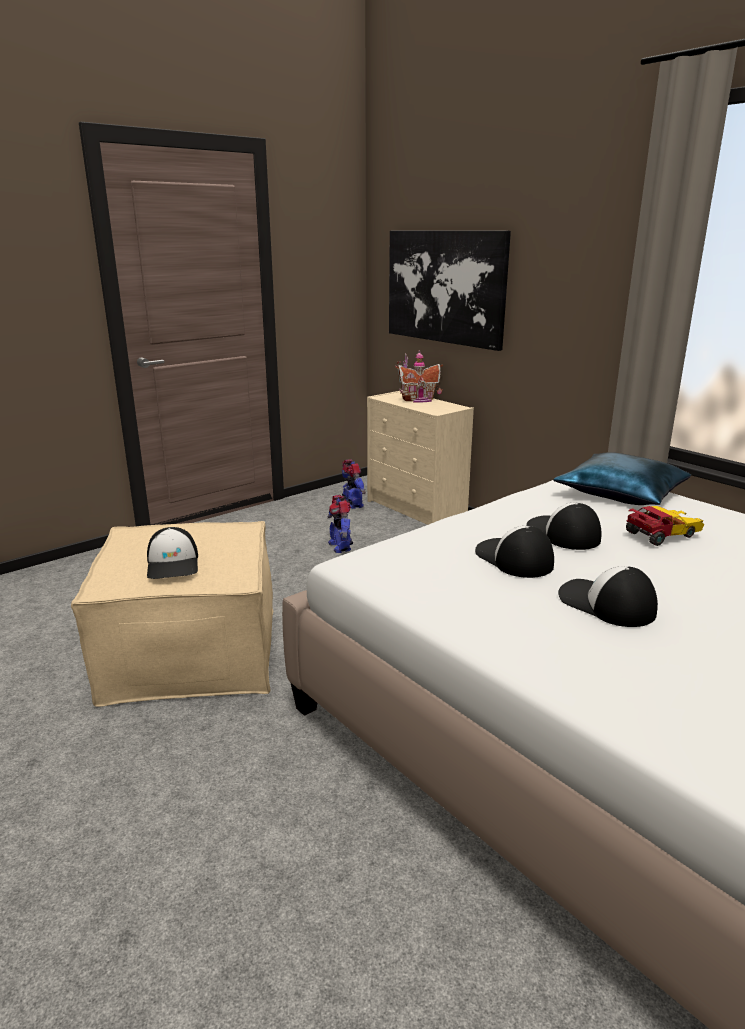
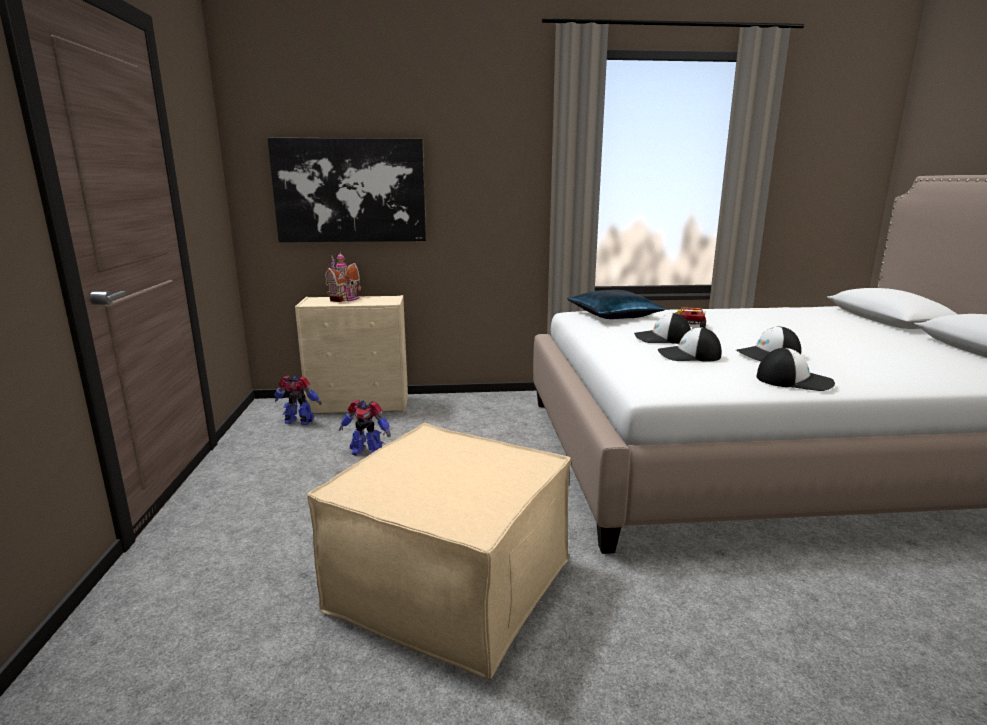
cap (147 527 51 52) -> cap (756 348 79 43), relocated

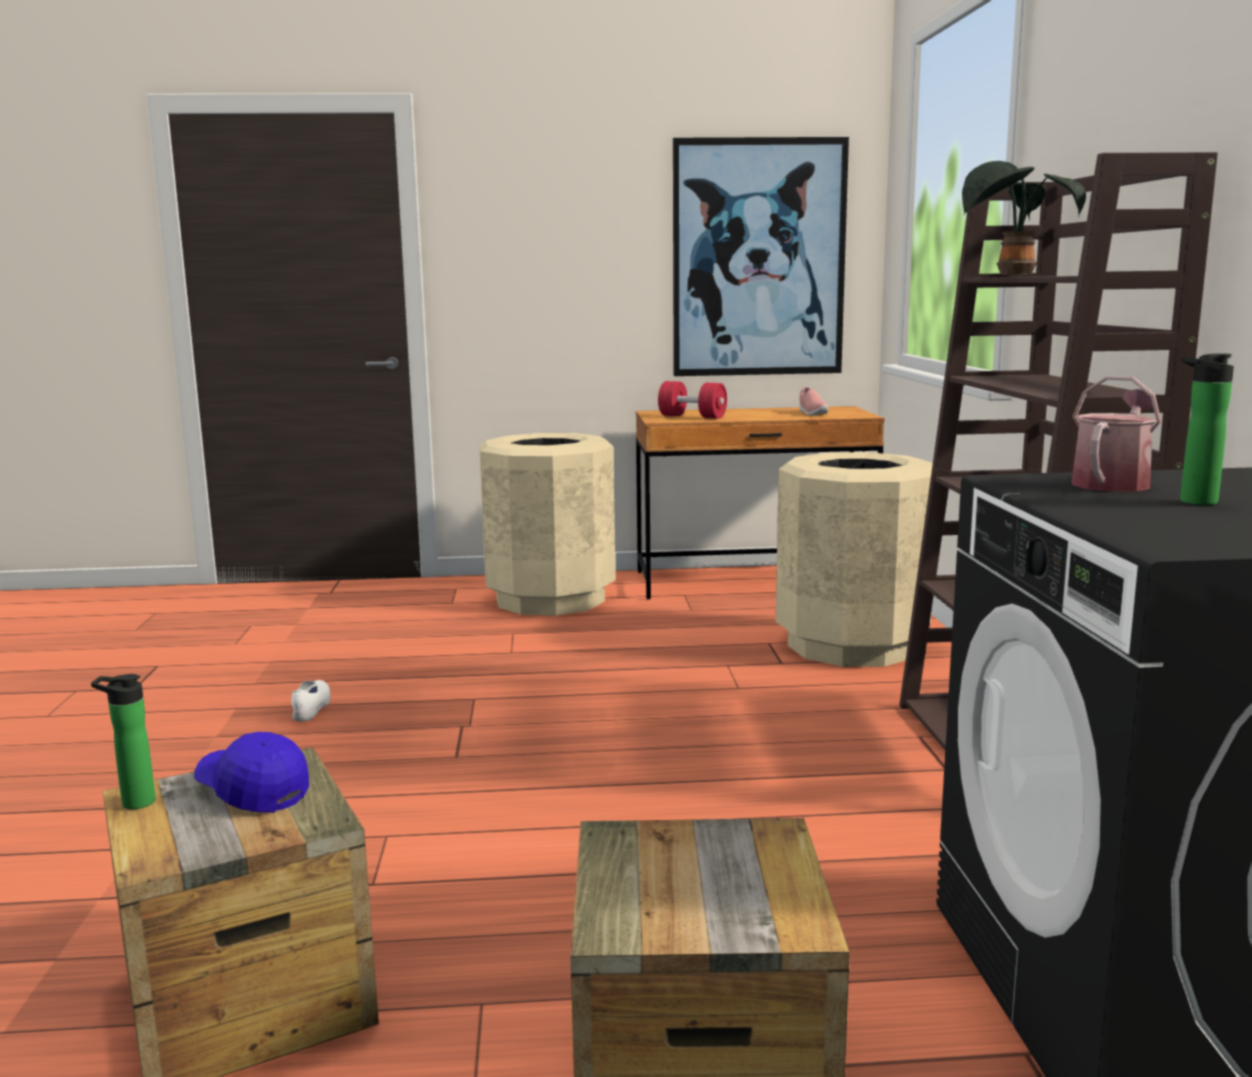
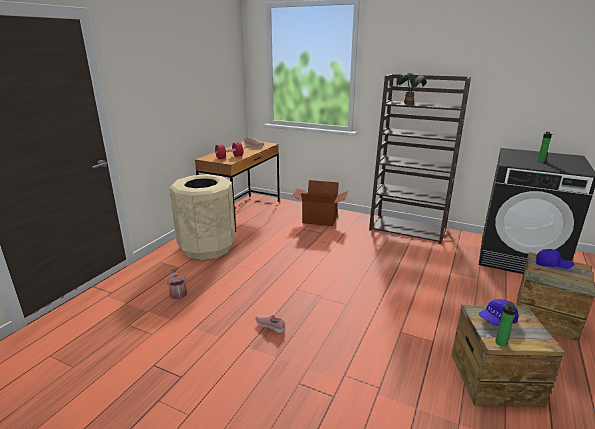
wall art (673 137 176 239) -> none
watering pot (1072 376 89 116) -> watering pot (167 268 20 31), relocated
trash can in beige-coloured (776 452 157 215) -> cardboard box (292 180 56 46)
shoe in white-coloured (292 680 39 42) -> shoe in pink (255 315 30 18)
none -> cap in bluish (536 249 38 20)

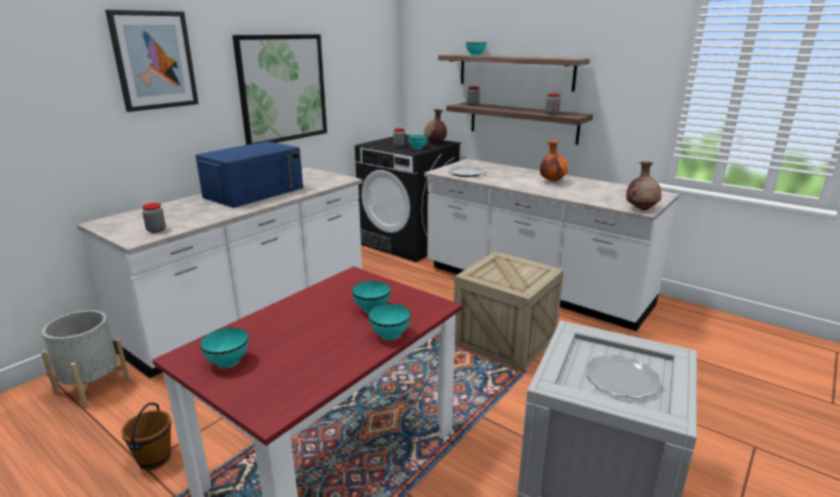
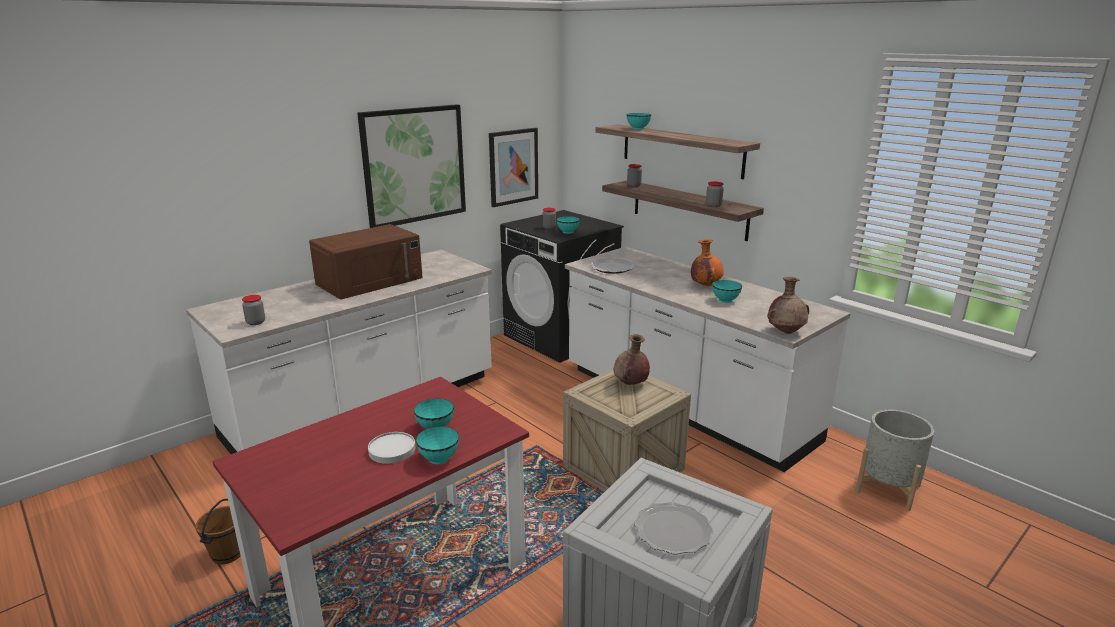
wall art (105 10 94 102) -> wall art (489 128 49 79), relocated
flower vase in brownish (424 109 23 34) -> flower vase in brownish (613 334 37 51), relocated
kitchen microwave in bluish (196 141 107 67) -> kitchen microwave in brownish (309 224 114 76)
plant pot in grey (41 310 89 98) -> plant pot in grey (855 410 79 101), relocated
serving bowl in turquoise (200 327 49 41) -> serving bowl in turquoise (712 280 30 23), relocated
none -> plate in white-coloured (368 432 47 32)

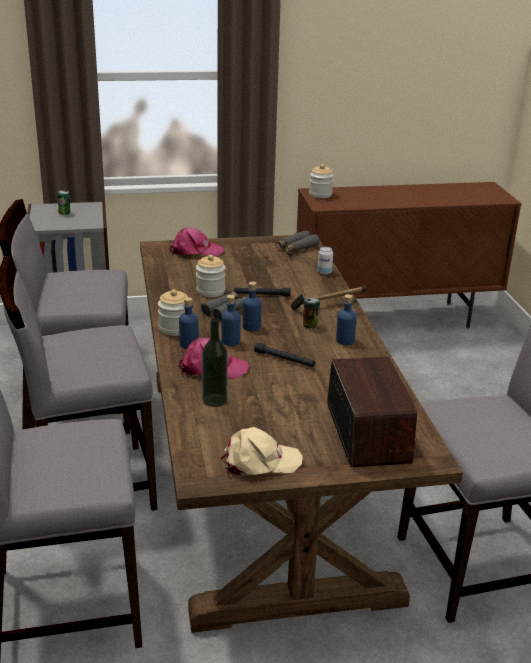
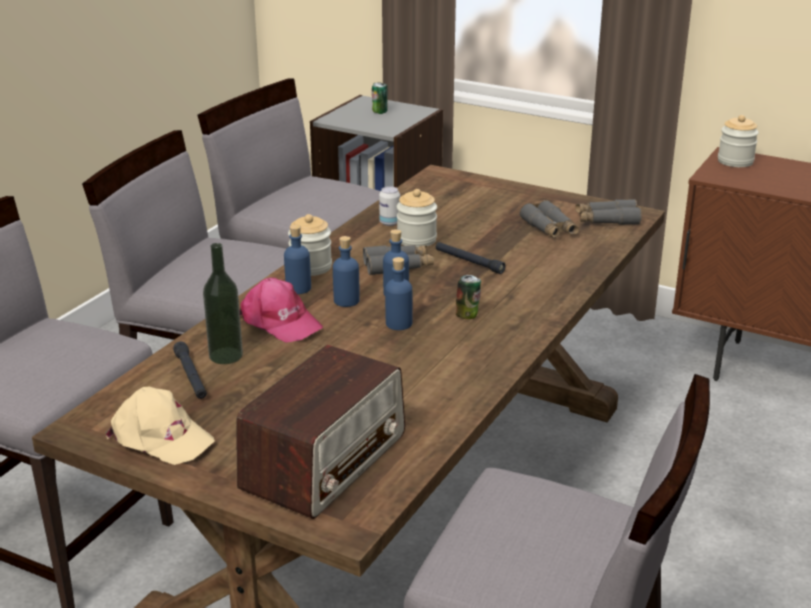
cap in pink (170 228 54 29) -> none
can (317 247 16 28) -> can (379 186 21 40), relocated
hand hammer (291 286 76 24) -> none
drink bottle in bluish (336 294 21 51) -> drink bottle in bluish (385 257 28 73), relocated
torch in black (254 343 61 24) -> torch in black (173 342 34 57), relocated
none -> field glasses in grey (520 200 59 38)

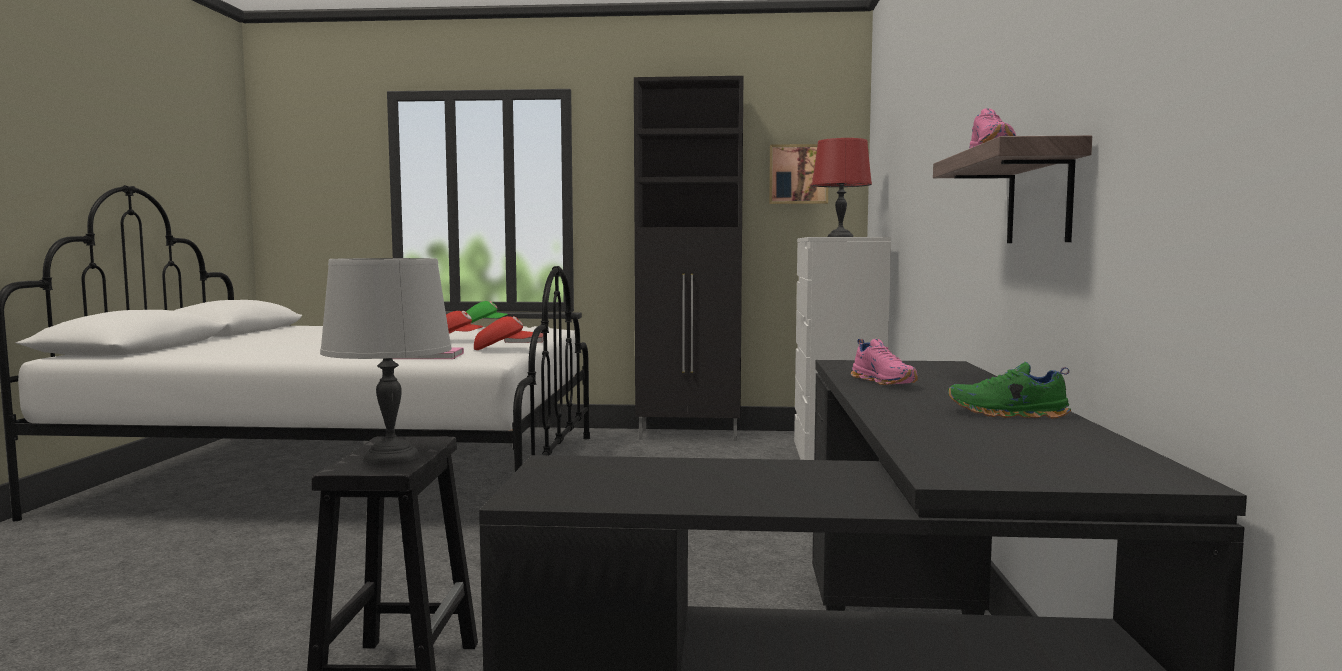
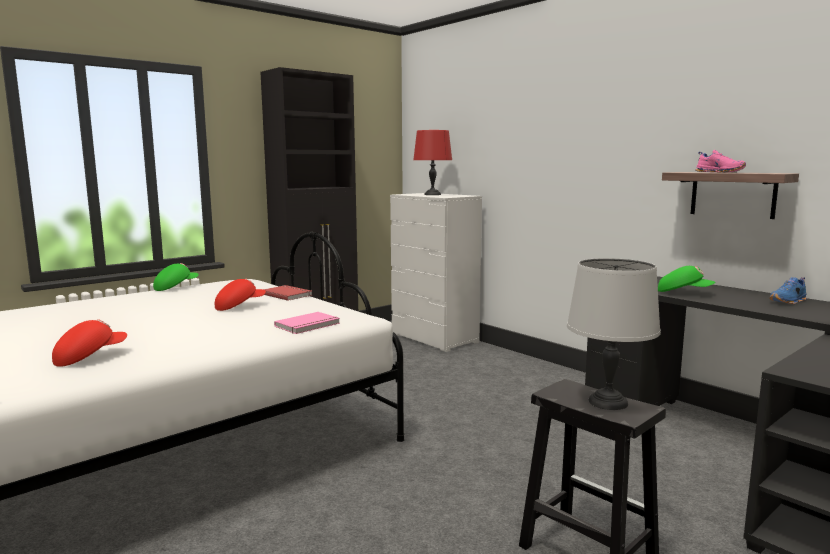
wall art (769 144 59 60) -> none
cap in reddish (474 316 59 34) -> cap in reddish (52 319 75 48), relocated
shoe in pink (851 339 67 46) -> cap in green (658 266 57 26)
shoe in green (948 362 123 56) -> shoe in bluish (769 277 38 27)

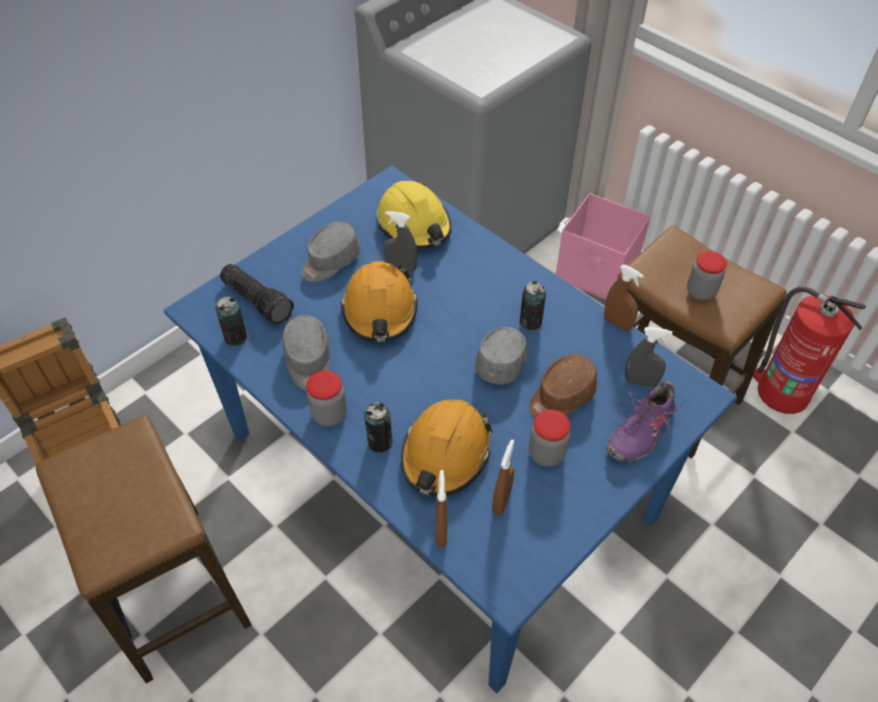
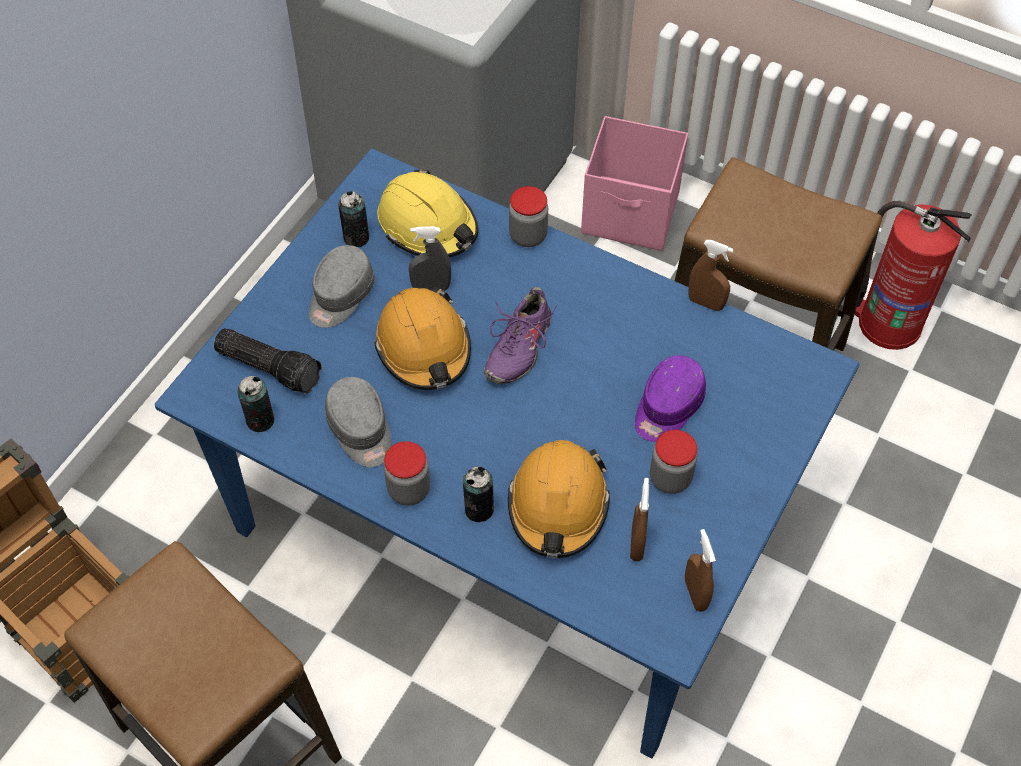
jar (687 251 40 50) -> jar (509 186 39 61), relocated
can (520 281 26 49) -> can (339 191 31 56), relocated
cap in grey (475 327 53 58) -> none
spray bottle in grey (625 327 47 60) -> none
cap in brownish (529 354 68 64) -> cap in purple-coloured (635 356 71 86)
shoe in purple-coloured (606 381 78 81) -> shoe in purple-coloured (484 287 72 97), relocated
spray bottle in brownish (435 470 12 77) -> spray bottle in brownish (685 529 31 83), relocated

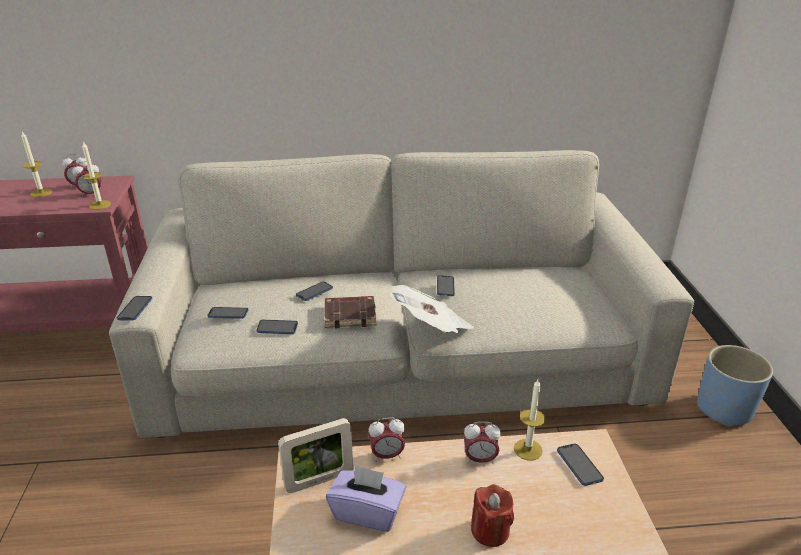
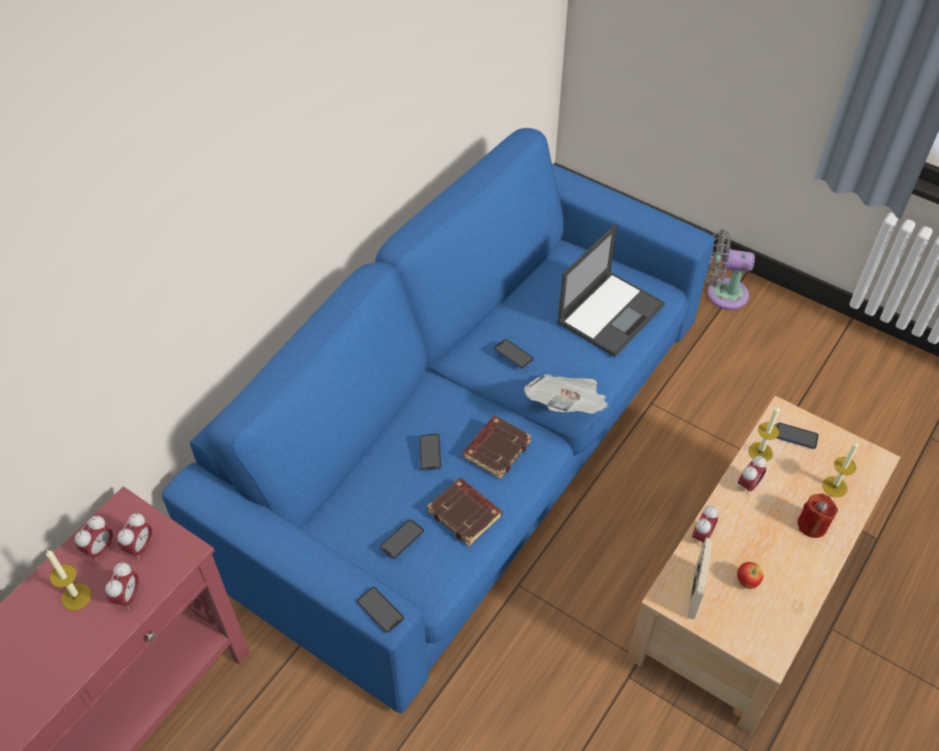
wax light (82 141 29 69) -> wax light (822 441 37 57), relocated
sofa in beige-coloured (109 150 585 288) -> sofa in bluish (162 128 552 585)
handset (256 320 42 14) -> volume in brownish (427 478 75 68)
plant pot in bluish (697 345 76 82) -> fan in grey (706 229 49 81)
box of tissues in purple-coloured (326 465 80 67) -> whole apple (737 562 26 27)
none -> portable computer (557 224 108 133)
none -> alarm clock (105 562 34 48)

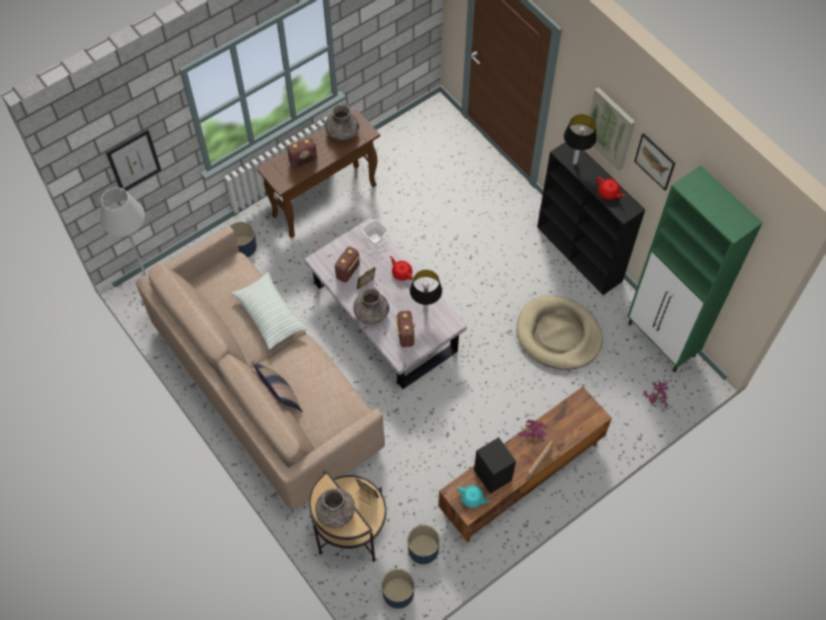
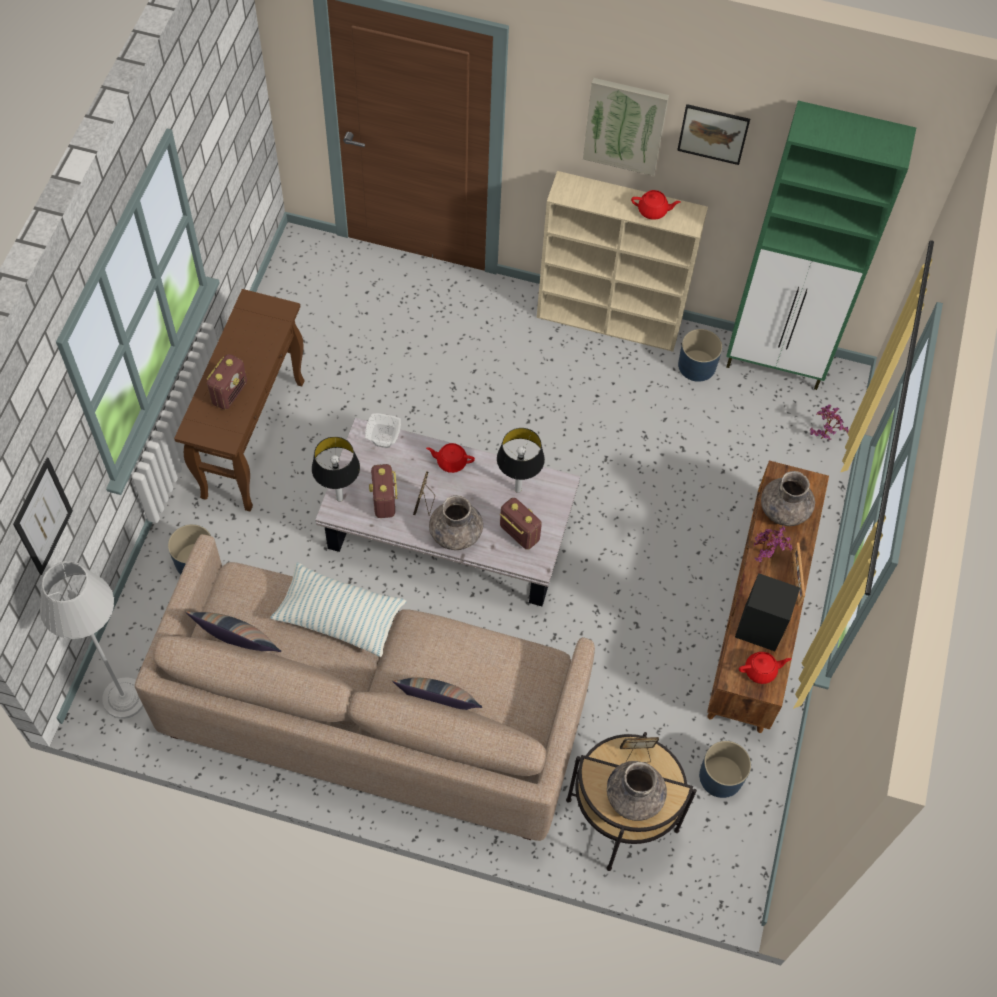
flower vase in grey (325 104 34 37) -> flower vase in grey (761 471 54 55), relocated
table lamp (564 114 33 51) -> table lamp (312 437 48 65), relocated
bookcase in black (537 142 108 153) -> bookcase in beige-coloured (537 171 171 181)
dog bed in beige-coloured (516 295 87 75) -> none
tea pot in turquoise (457 485 34 23) -> tea pot in reddish (739 652 52 32)
plant pot in bluish (382 569 33 40) -> plant pot in bluish (678 329 44 53), relocated
none -> cushion (186 611 95 41)

